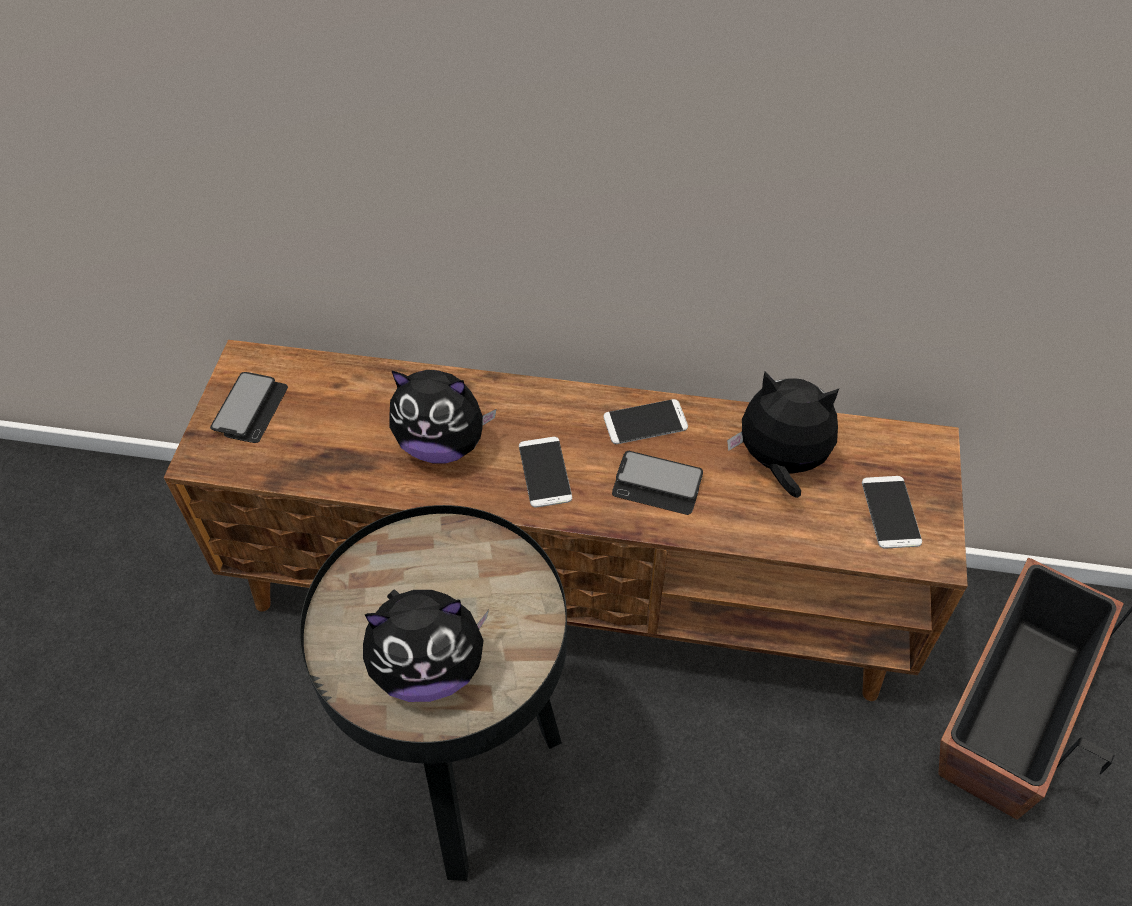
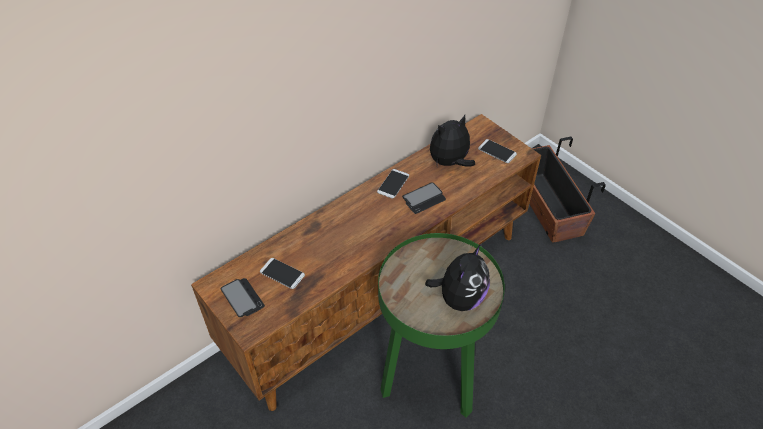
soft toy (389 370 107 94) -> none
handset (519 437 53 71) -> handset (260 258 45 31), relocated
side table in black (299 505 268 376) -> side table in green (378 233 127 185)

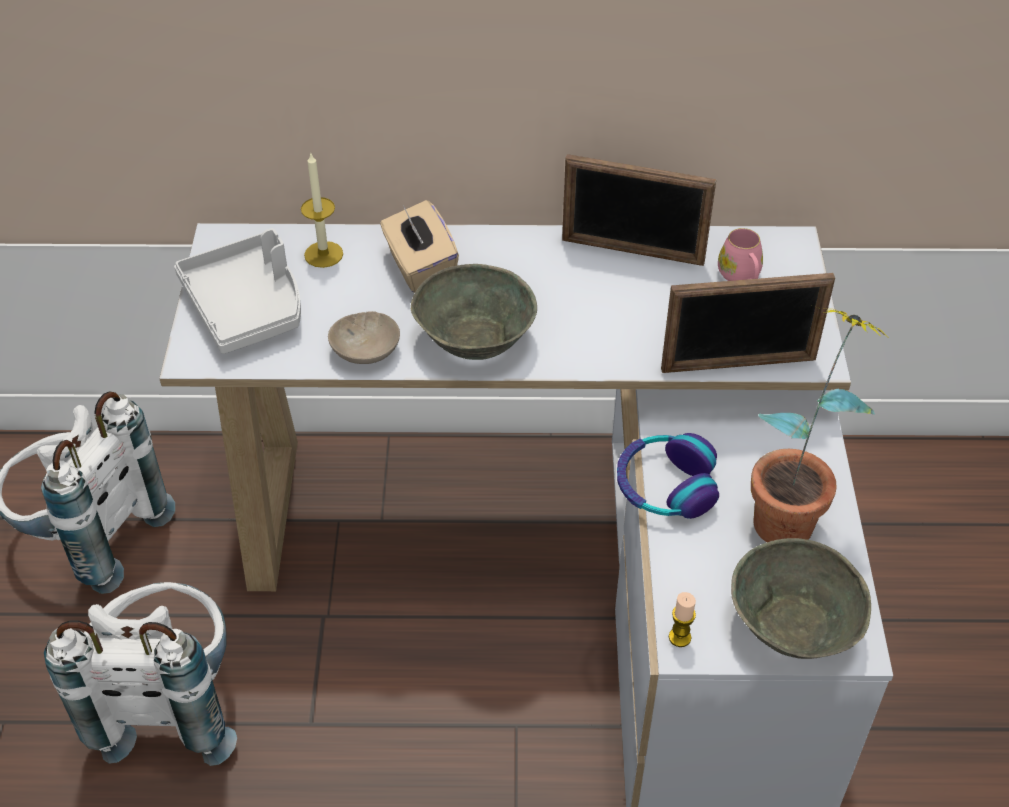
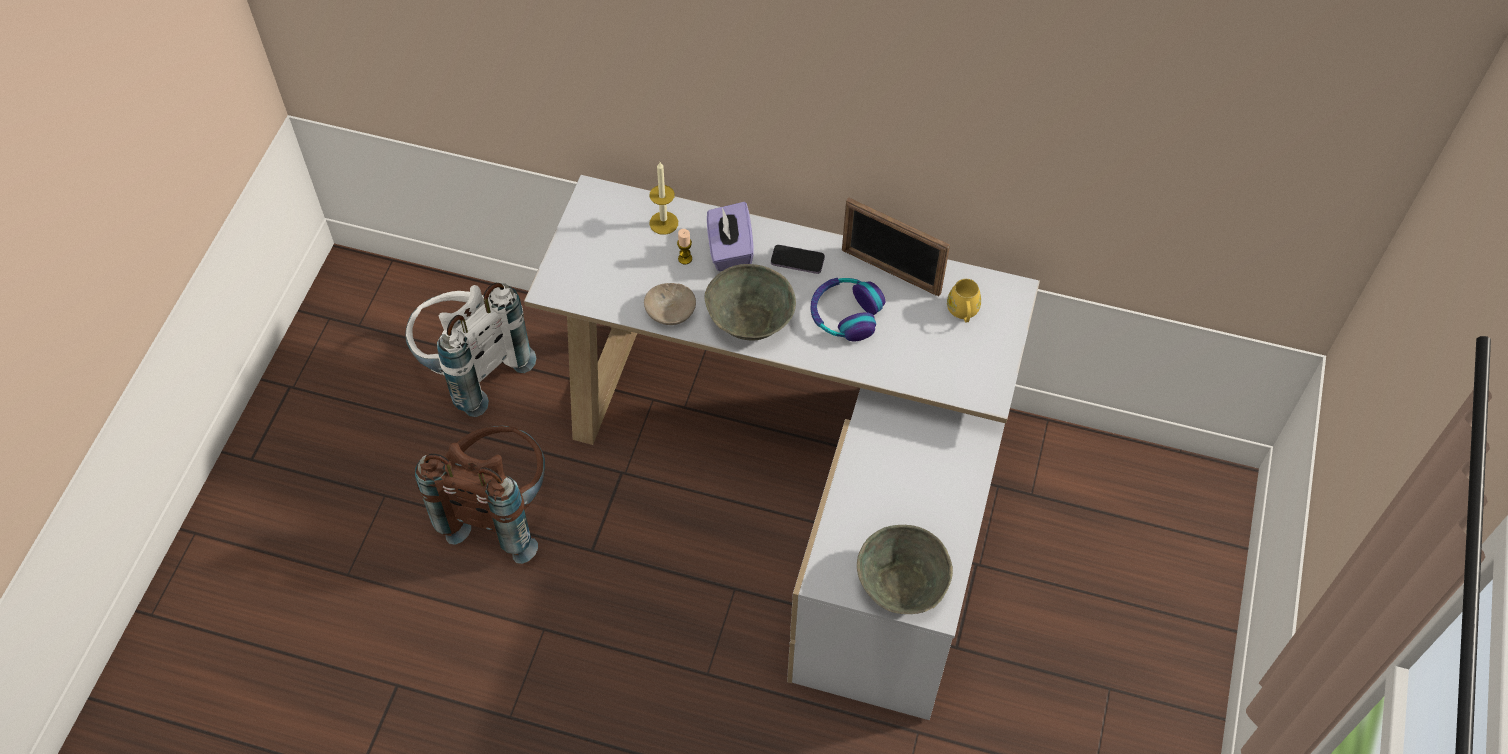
box of tissues in beige-coloured (380 200 79 93) -> box of tissues in purple-coloured (707 202 46 69)
tray in grey (174 228 127 126) -> none
mug in pink (718 228 45 53) -> mug in yellowish (947 279 34 43)
picture frame (661 273 174 100) -> none
plant in a pot (751 308 141 234) -> none
headset (617 433 102 86) -> headset (811 278 74 63), relocated
rucksack in white-coloured (44 582 193 184) -> rucksack in brownish (415 426 130 138)
wax light (669 592 27 55) -> wax light (677 229 15 36), relocated
none -> handset (771 245 54 29)

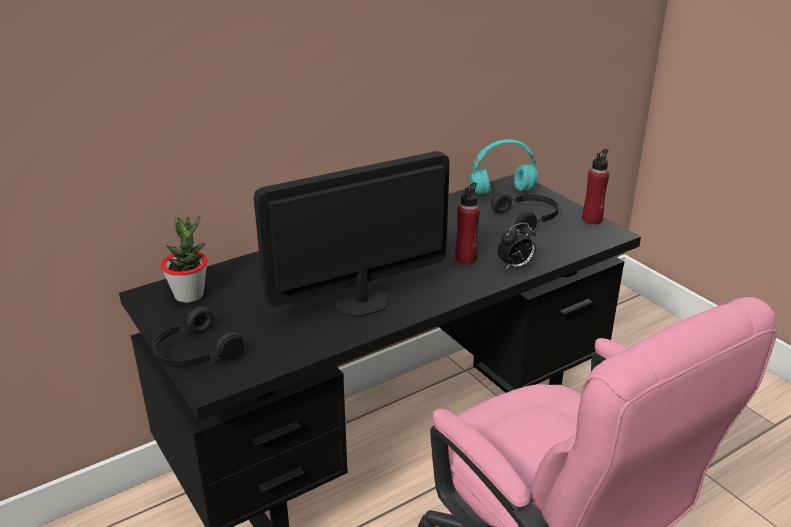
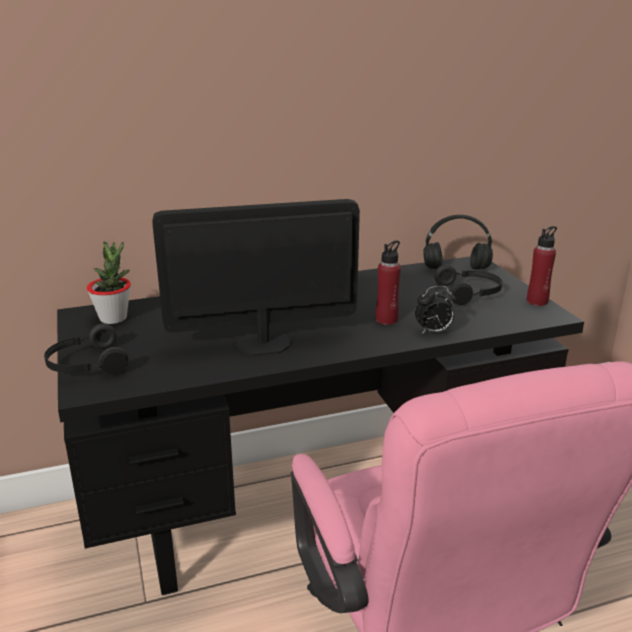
headset in turquoise (470 139 68 56) -> headset in black (423 215 70 55)

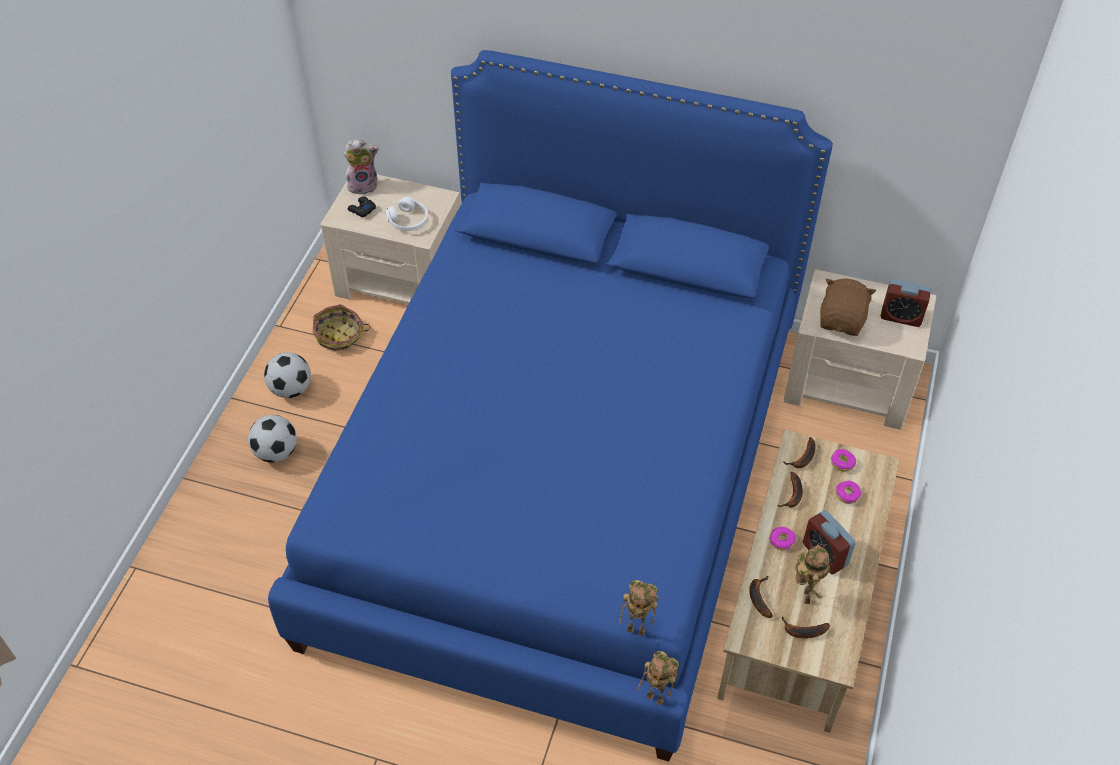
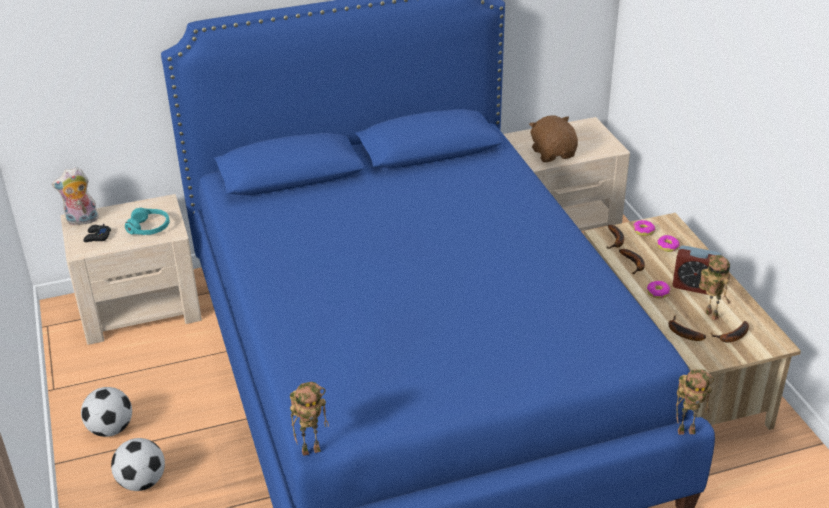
soft toy (344 139 35 56) -> soft toy (52 167 47 59), 150 degrees counterclockwise
headset in white-coloured (385 197 43 34) -> headset in turquoise (125 208 45 27)
alarm clock (881 280 50 47) -> none
household basket (313 304 58 47) -> none
robot figure (619 580 40 56) -> robot figure (290 382 39 74), relocated

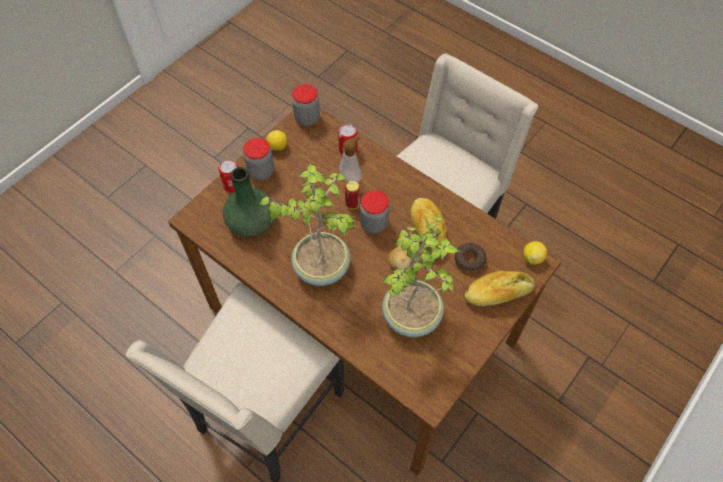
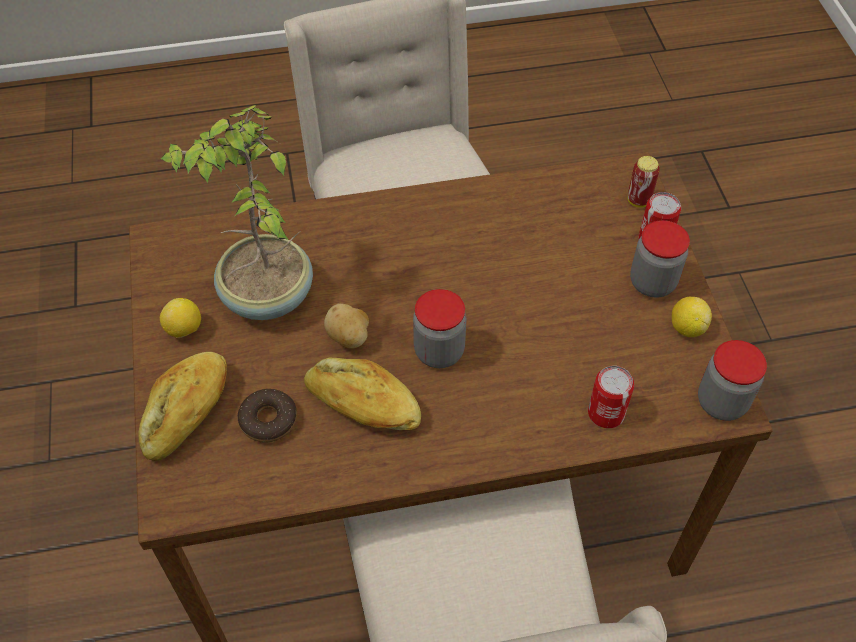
soap dispenser (339 135 22 48) -> none
plant in a pot (259 164 97 122) -> none
flower vase in green (223 167 51 70) -> none
can (345 181 16 28) -> can (627 156 33 52), relocated
whole lemon (523 241 24 24) -> whole lemon (160 298 41 40), relocated

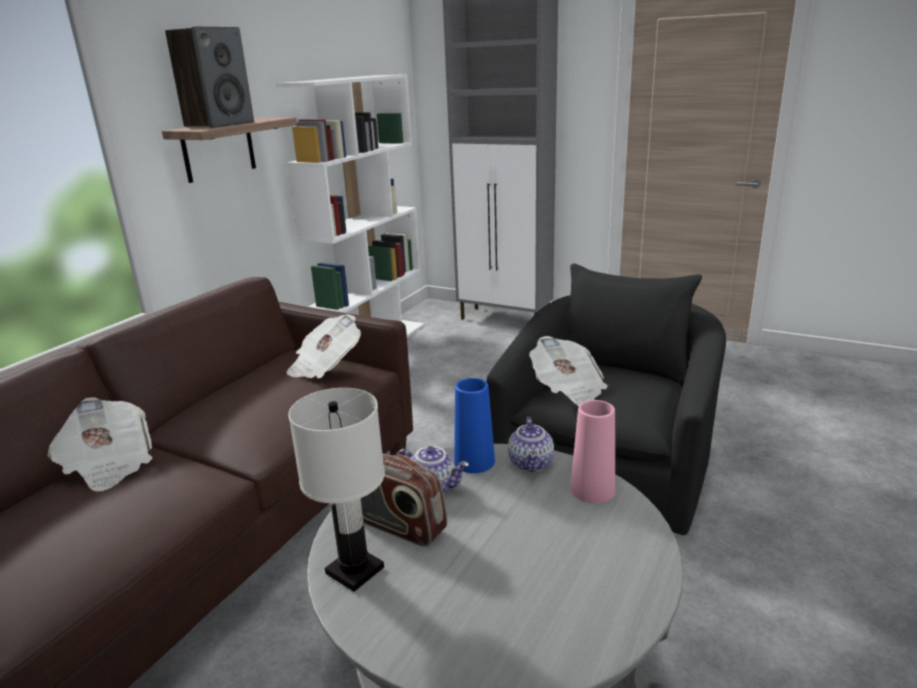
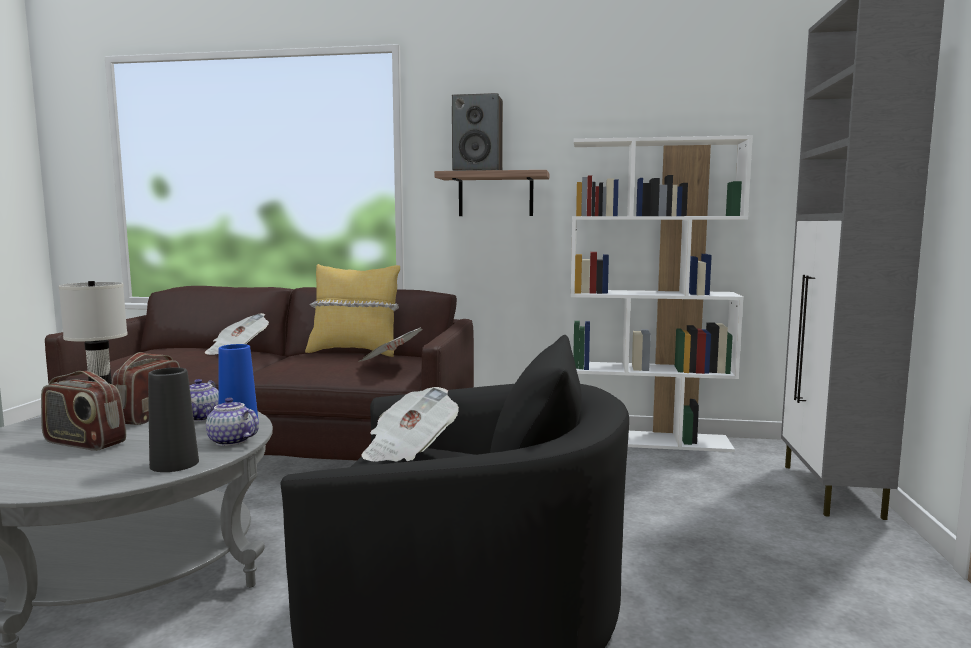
flower vase in pink (570 400 45 103) -> flower vase in black (148 368 51 104)
tea pot (508 417 46 55) -> tea pot (203 398 56 48), 45 degrees clockwise
none -> cushion in yellowish (305 264 95 93)
none -> radio set (41 371 85 80)

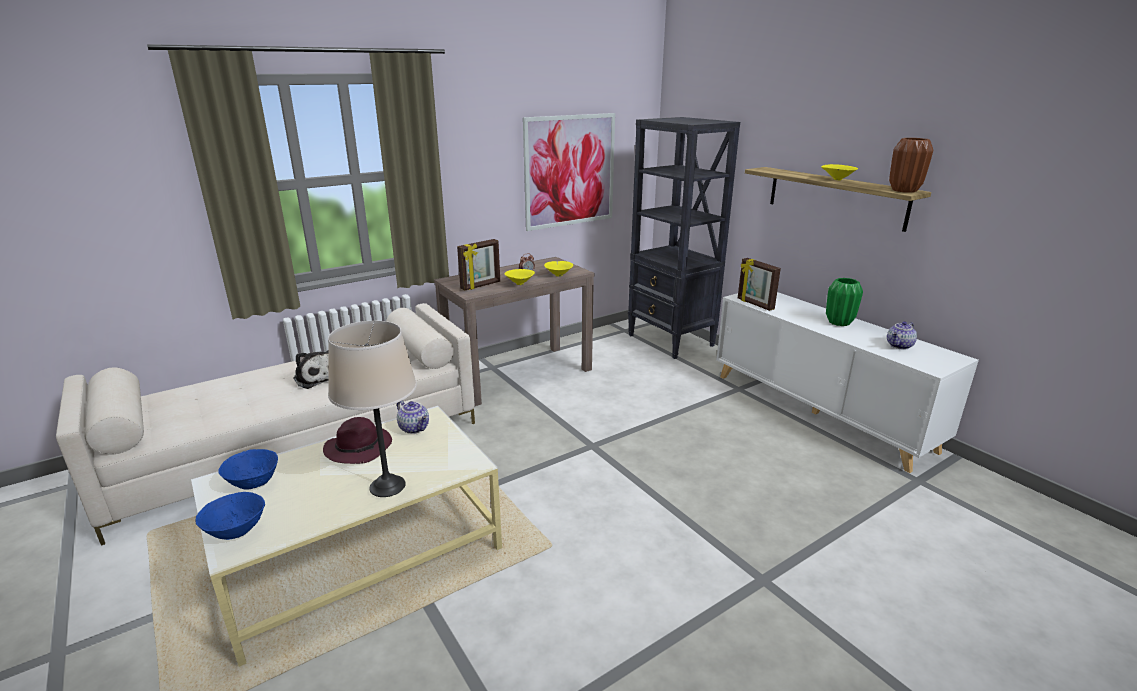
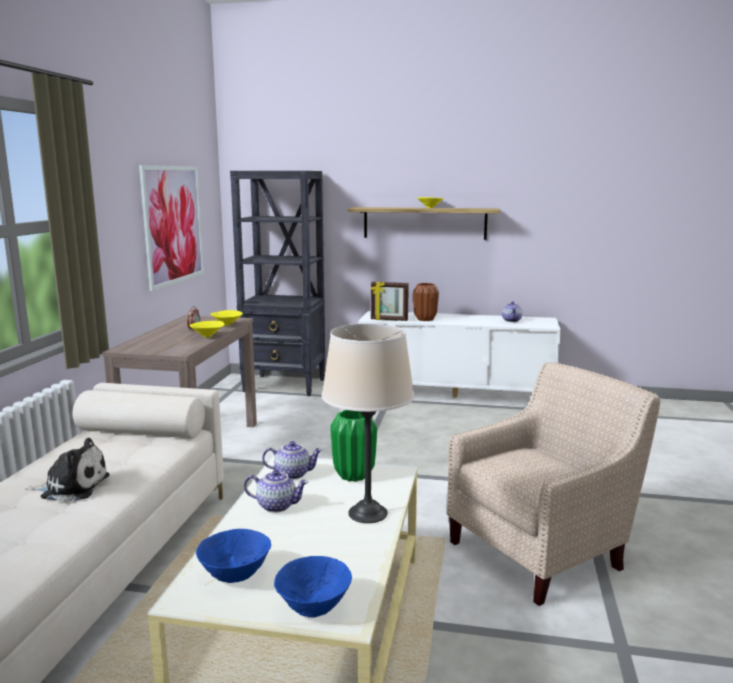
flower vase in brownish (889 138 44 55) -> flower vase in brownish (413 283 26 38), relocated
picture frame (457 239 43 52) -> none
flower vase in green (826 278 37 48) -> flower vase in green (330 410 47 72), relocated
clothing hat in purple-coloured (323 417 69 47) -> tea pot (244 470 65 43)
none -> armchair in beige-coloured (447 362 213 244)

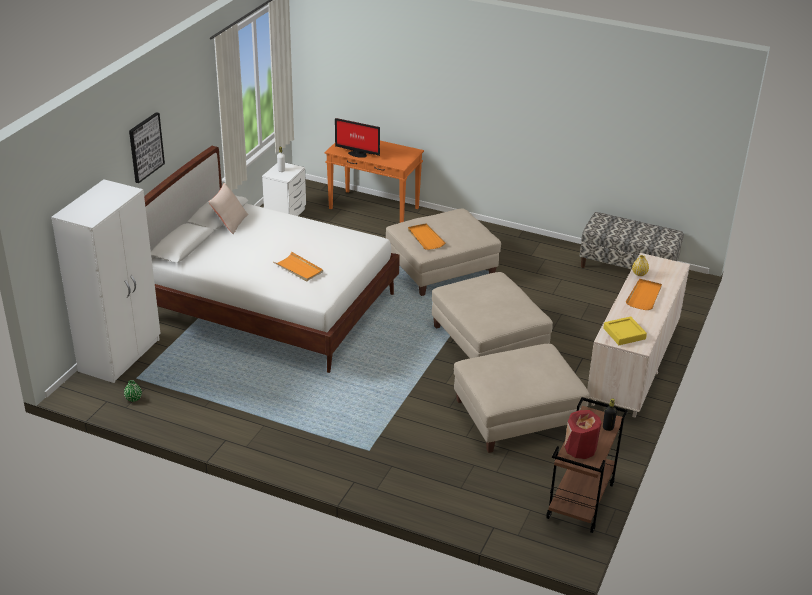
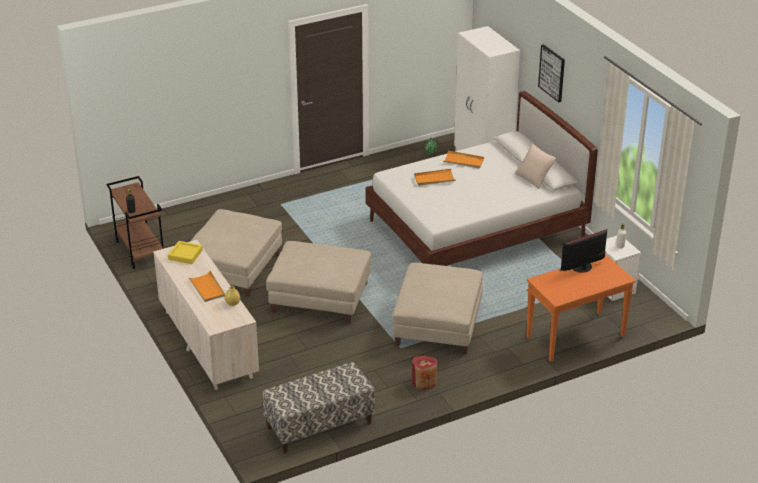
tray in orangey (408 223 37 27) -> tray in orangey (443 151 41 17), relocated
flower vase in reddish (564 410 38 49) -> flower vase in reddish (412 356 25 34), relocated

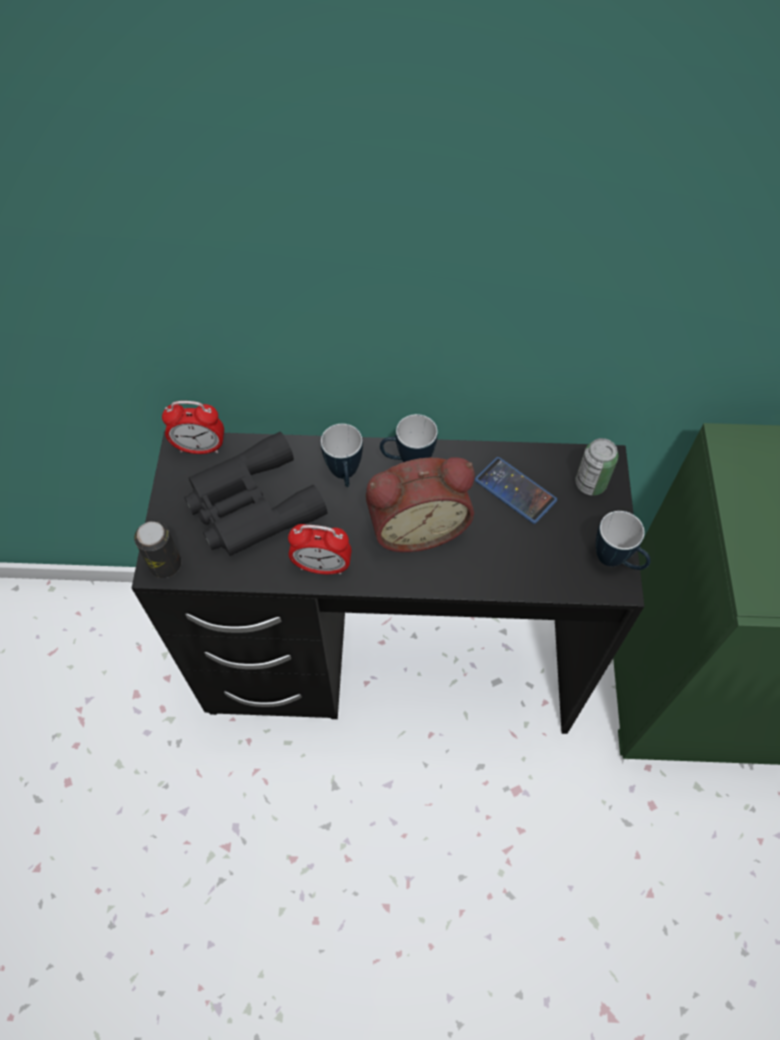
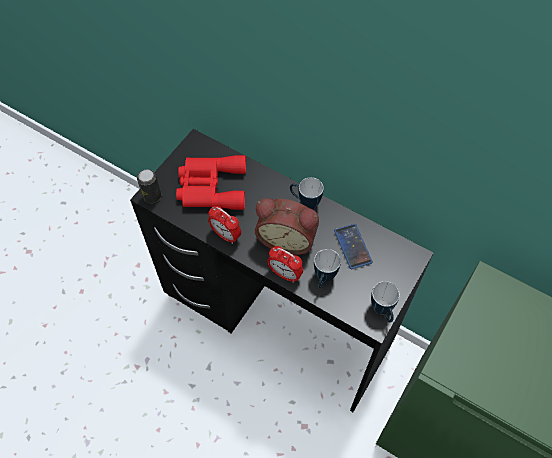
alarm clock (162 401 62 53) -> alarm clock (267 246 36 37), relocated
mug (321 424 42 63) -> mug (314 249 27 39), relocated
field glasses in black (184 432 143 124) -> field glasses in reddish (176 155 70 55)
can (575 438 43 57) -> none

